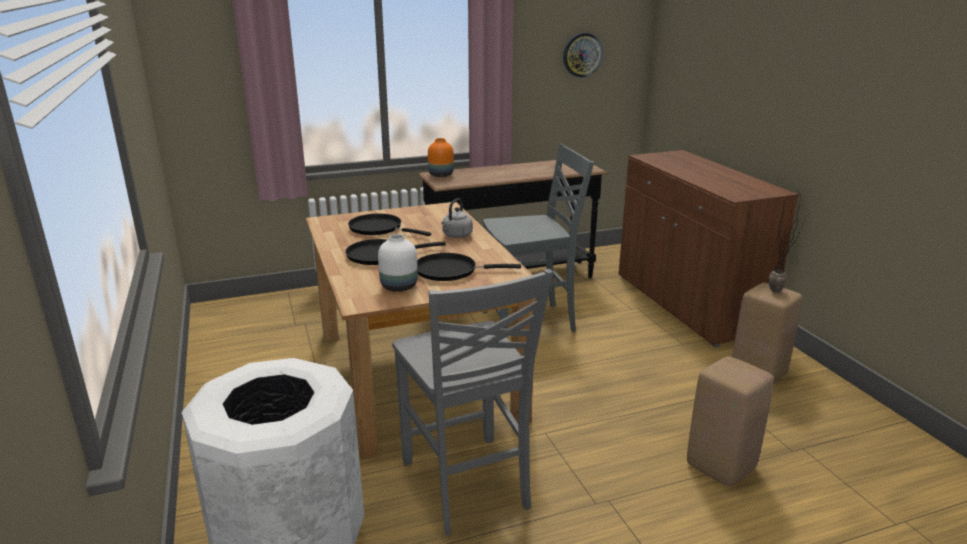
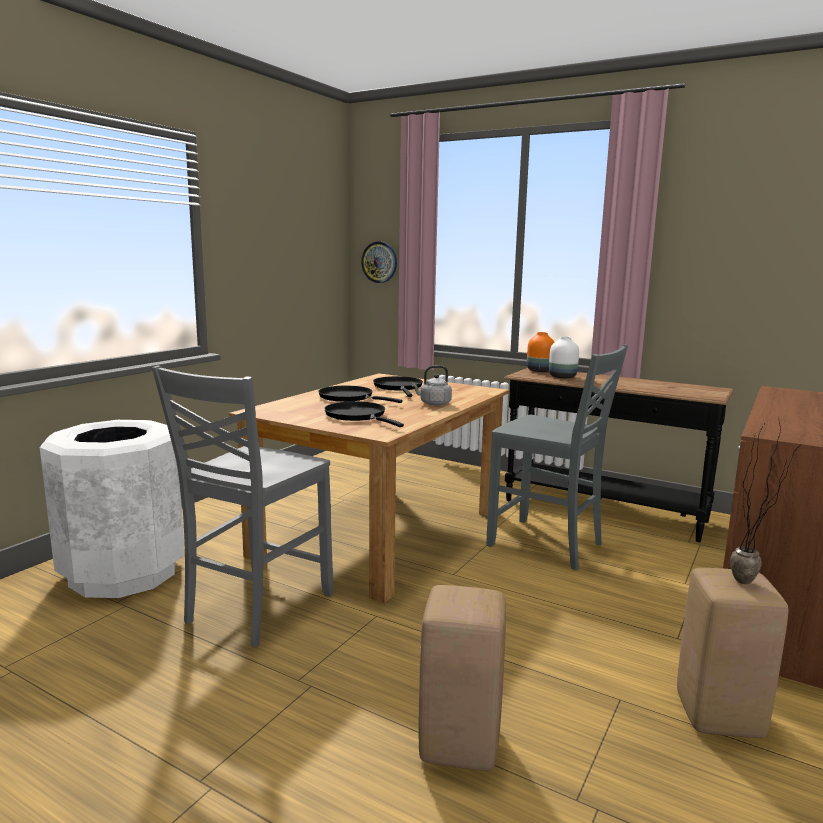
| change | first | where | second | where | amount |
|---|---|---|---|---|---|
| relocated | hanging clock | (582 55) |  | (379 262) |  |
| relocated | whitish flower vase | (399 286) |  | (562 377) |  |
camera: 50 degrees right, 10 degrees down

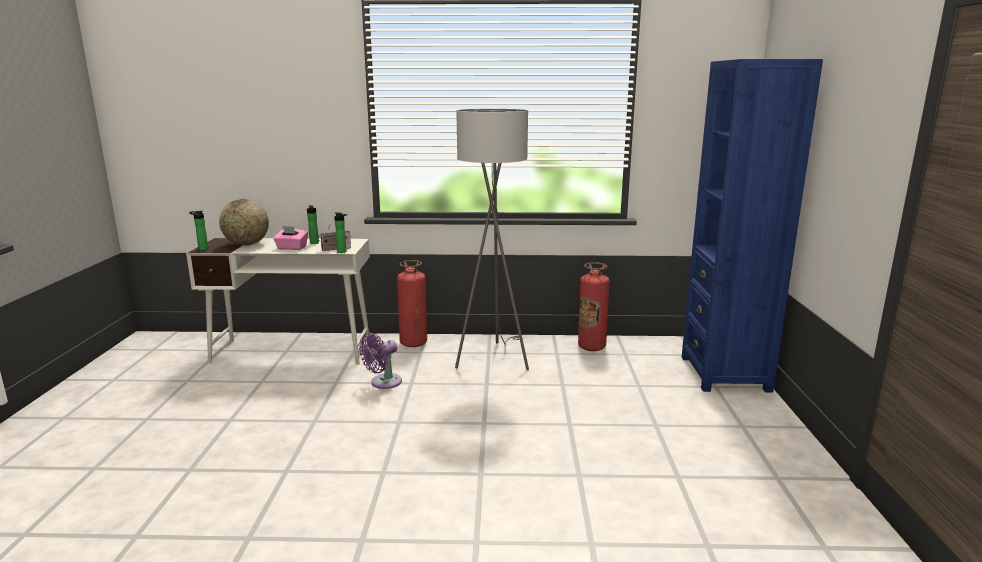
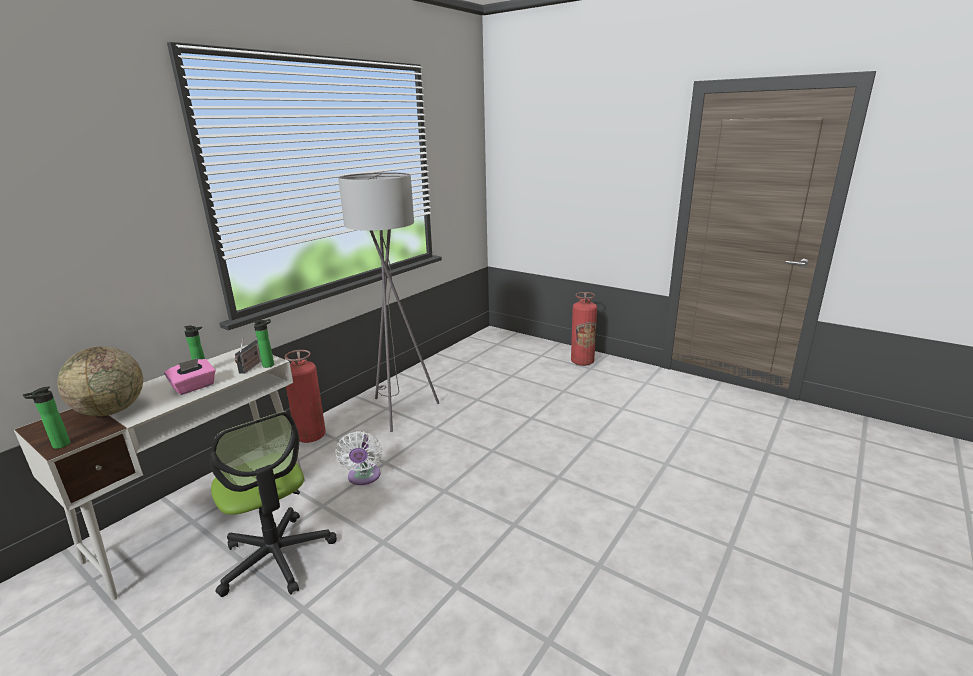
| change | first | where | second | where | amount |
|---|---|---|---|---|---|
| appeared |  |  | office chair | (276 557) |  |
| colour | purple electric fan | (383 383) | whitish electric fan | (364 477) |  |
| relocated | fire extinguisher | (591 347) |  | (582 362) |  |
| missing | bluish shelving unit | (724 373) |  |  |  |
camera: 55 degrees left, 5 degrees up

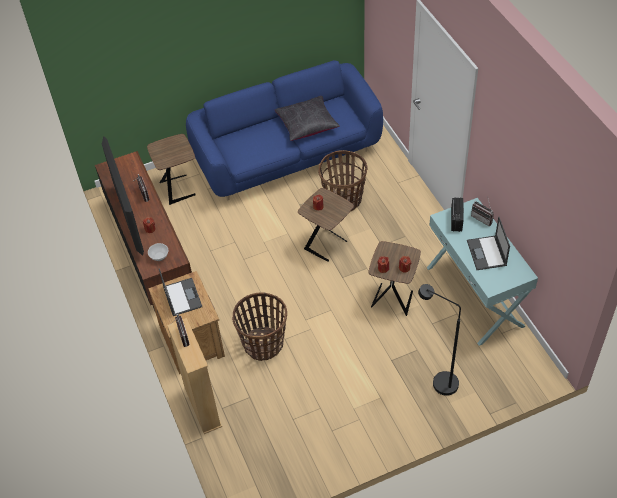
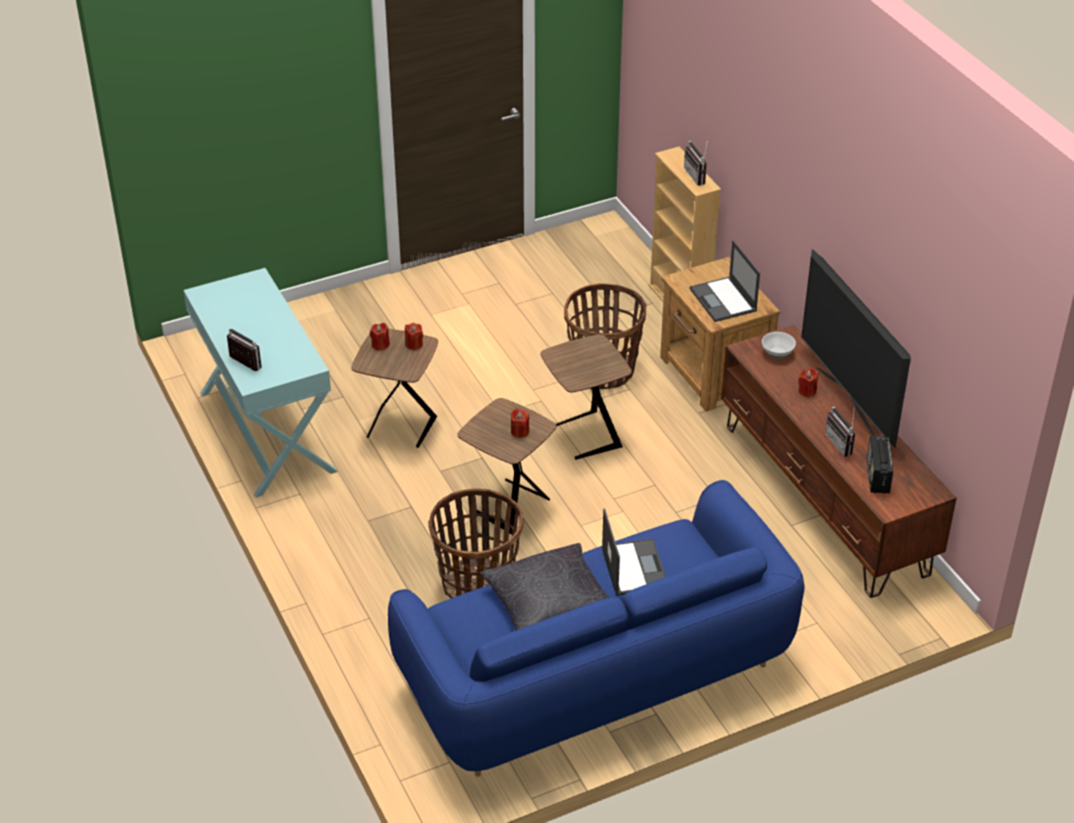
| change | first | where | second | where | amount |
|---|---|---|---|---|---|
| relocated | brownish end table | (178 188) |  | (584 437) |  |
| relocated | notebook computer | (487 253) |  | (634 567) |  |
| relocated | radio | (456 220) |  | (877 477) |  |
| missing | black standard lamp | (438 381) |  |  |  |
camera: 175 degrees right, 10 degrees down

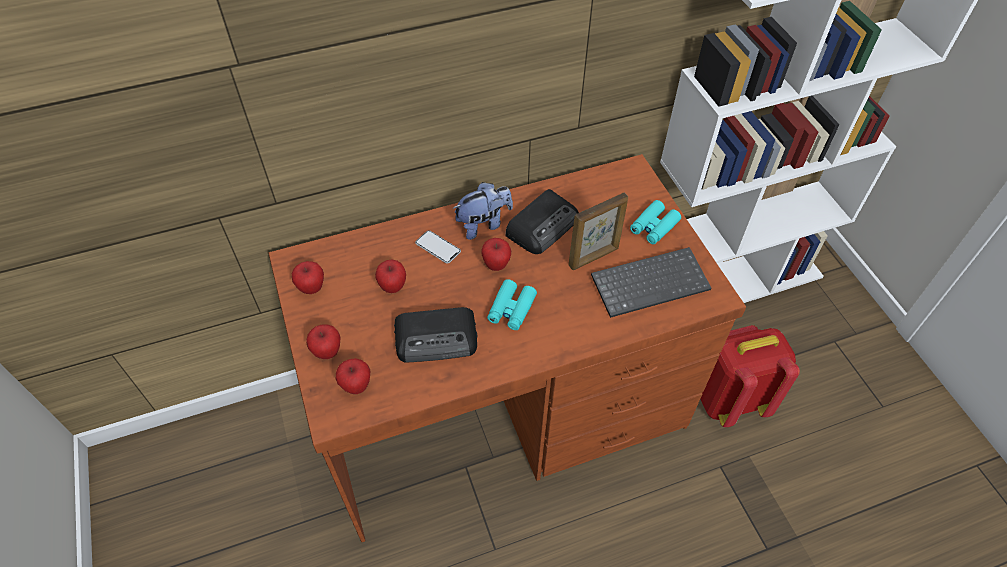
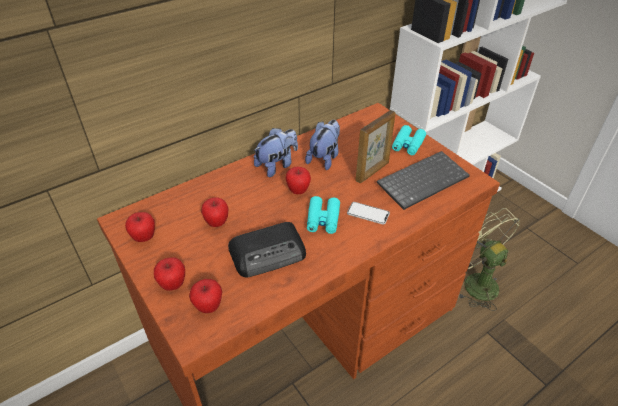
| change | first | where | second | where | amount |
|---|---|---|---|---|---|
| exchanged | radio | (543 225) | plush toy | (324 158) |  |
| relocated | handset | (438 247) |  | (368 213) |  |
| exchanged | red-coloured knapsack | (729 399) | green-coloured electric fan | (474 282) |  |
camera: 15 degrees left, 10 degrees down

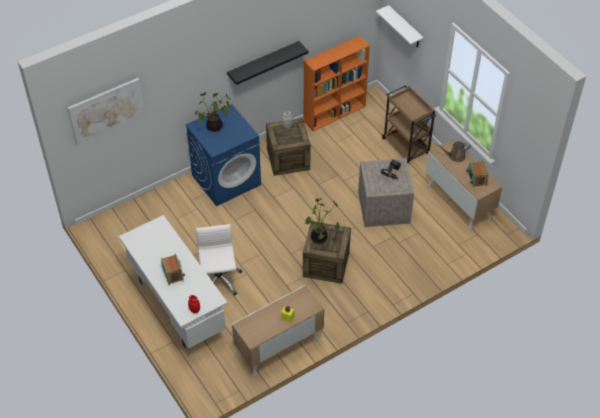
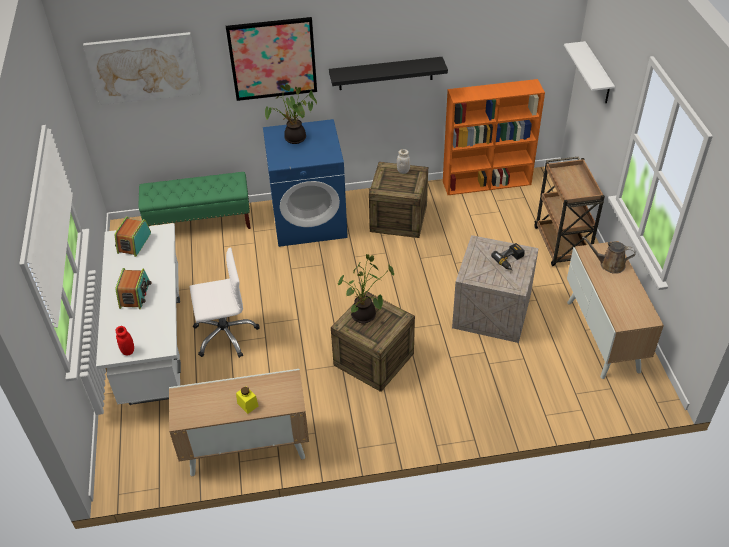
| change | first | where | second | where | amount |
|---|---|---|---|---|---|
| relocated | radio | (476 178) |  | (134 243) |  |
| appeared |  |  | green-coloured indoor bench | (200 223) |  |
| spun | whitish office chair | (218 280) |  | (225 334) | 60 degrees clockwise |
| appeared |  |  | picture | (272 59) |  |
camera: 25 degrees right, 5 degrees down

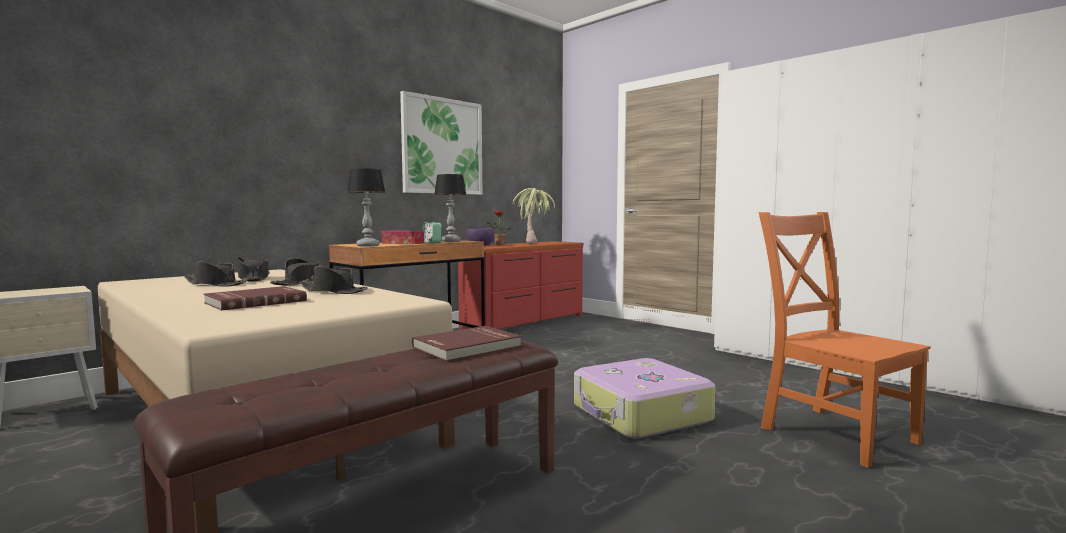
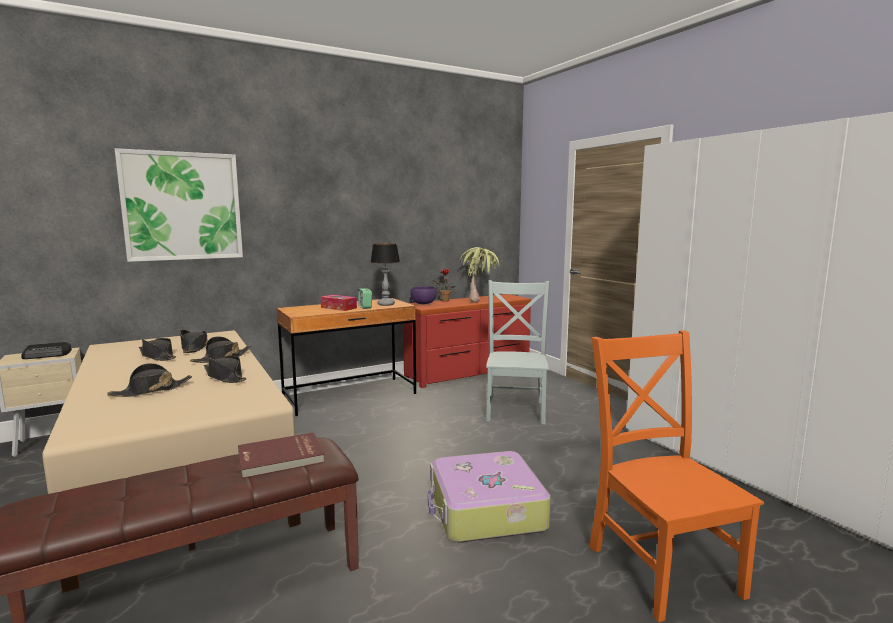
| change | first | where | second | where | amount |
|---|---|---|---|---|---|
| appeared |  |  | radio | (48 355) |  |
| exchanged | red-coloured book | (255 301) | black wearable hat | (151 390) |  |
| relocated | picture | (442 146) |  | (182 206) |  |
| appeared |  |  | grey plain chair | (516 409) |  |
| missing | table lamp | (367 245) |  |  |  |
camera: 15 degrees right, 5 degrees up

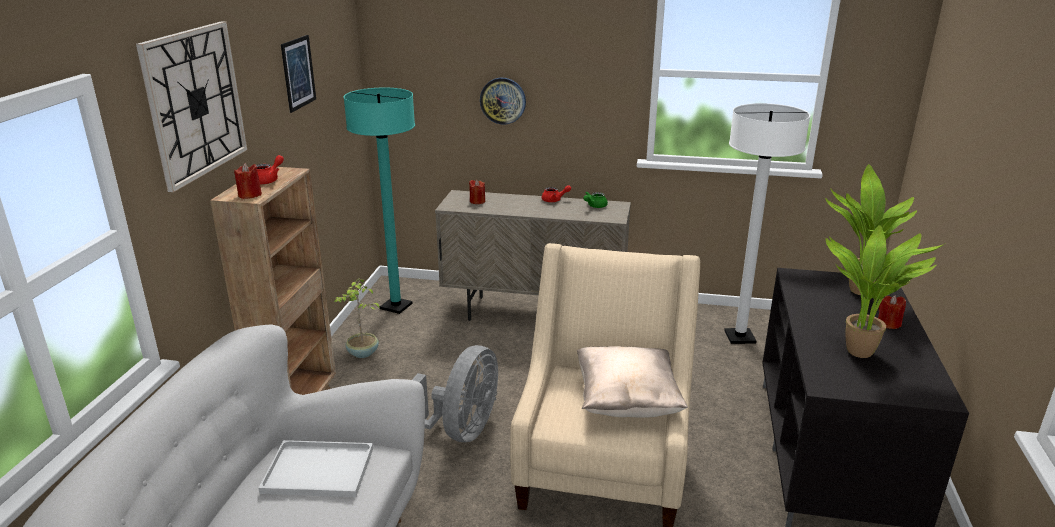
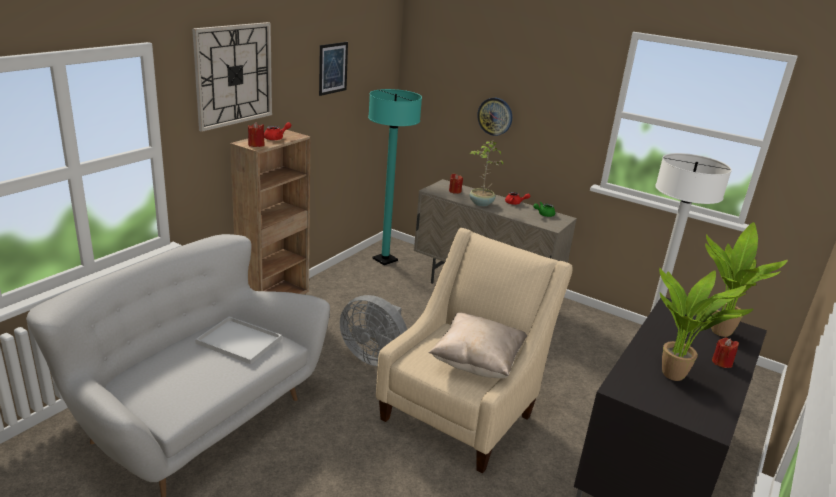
| change | first | where | second | where | amount |
|---|---|---|---|---|---|
| spun | grey electric fan | (460 431) |  | (374 356) | 75 degrees clockwise |
| relocated | houseplant | (362 353) |  | (481 204) |  |
camera: 20 degrees right, 0 degrees up

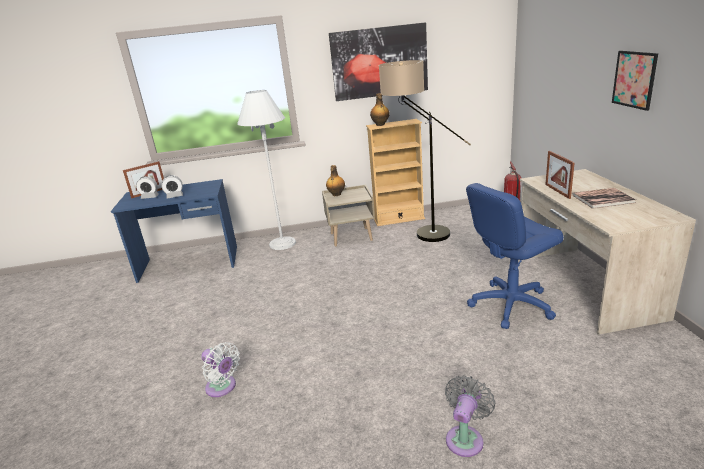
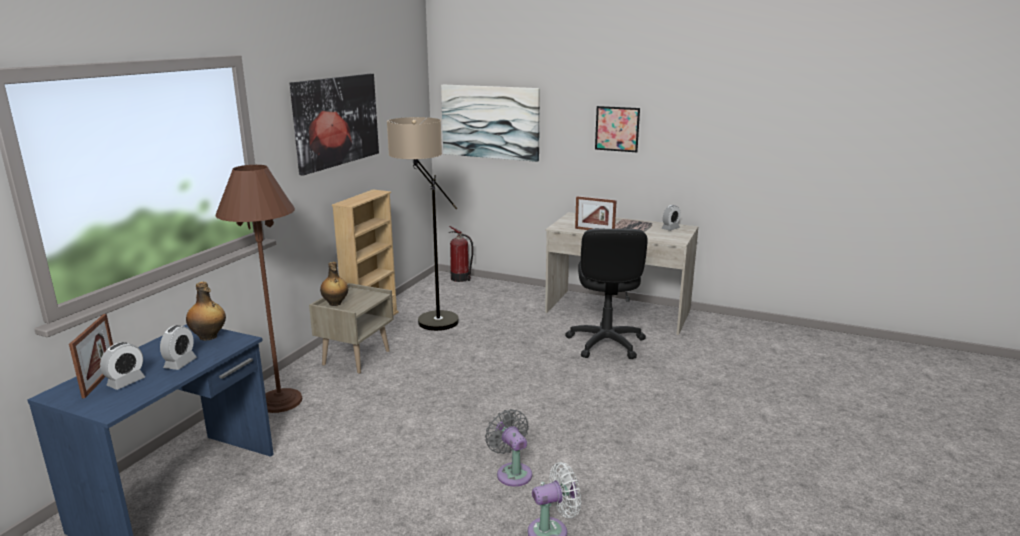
| change | first | where | second | where | amount |
|---|---|---|---|---|---|
| relocated | bottle | (380 125) |  | (209 337) |  |
| colour | whitish standard lamp | (282 243) | brownish standard lamp | (280 401) |  |
| appeared |  |  | picture | (490 122) |  |
| relocated | grey electric fan | (466 438) |  | (512 472) |  |
| colour | bluish office chair | (510 305) | black office chair | (605 343) |  |
| appeared |  |  | alarm clock | (670 228) |  |
camera: 60 degrees left, 5 degrees down

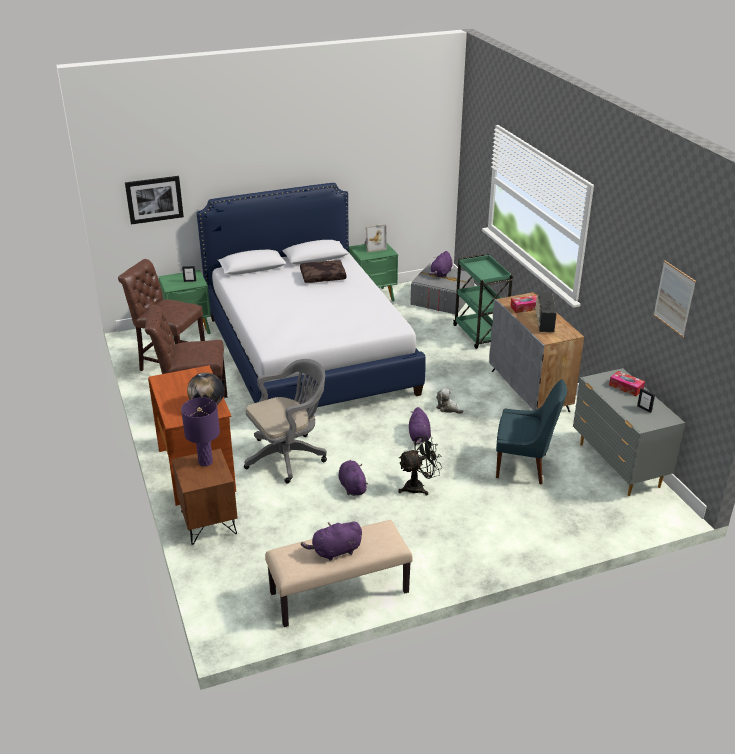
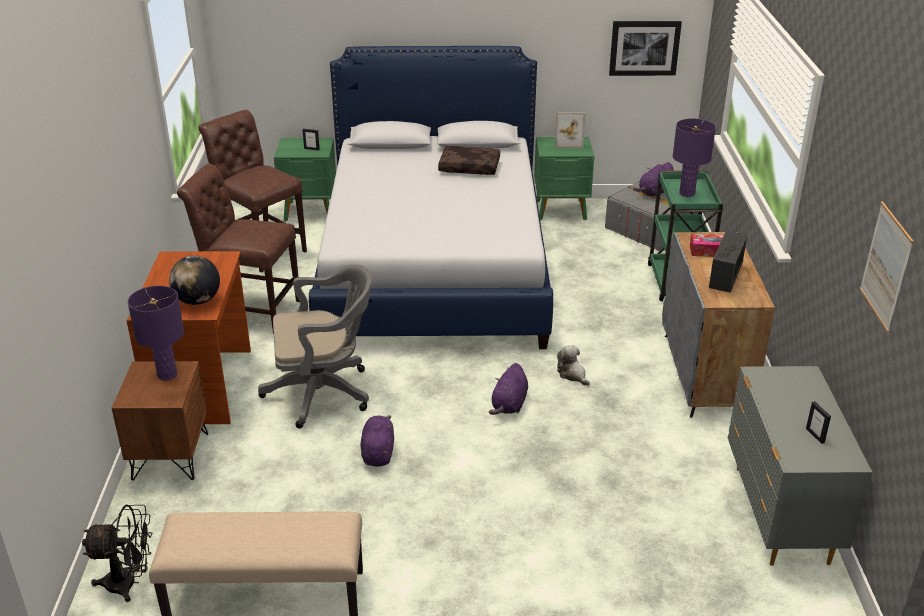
| change | first | where | second | where | amount |
|---|---|---|---|---|---|
| relocated | black electric fan | (419 487) |  | (129 583) |  |
| relocated | picture | (154 199) |  | (644 48) |  |
| appeared |  |  | purple table lamp | (686 193) |  |
| missing | purple plush toy | (335 551) |  |  |  |
| missing | bluish plain chair | (524 466) |  |  |  |
| missing | box of tissues | (626 387) |  |  |  |
camera: 20 degrees right, 0 degrees up

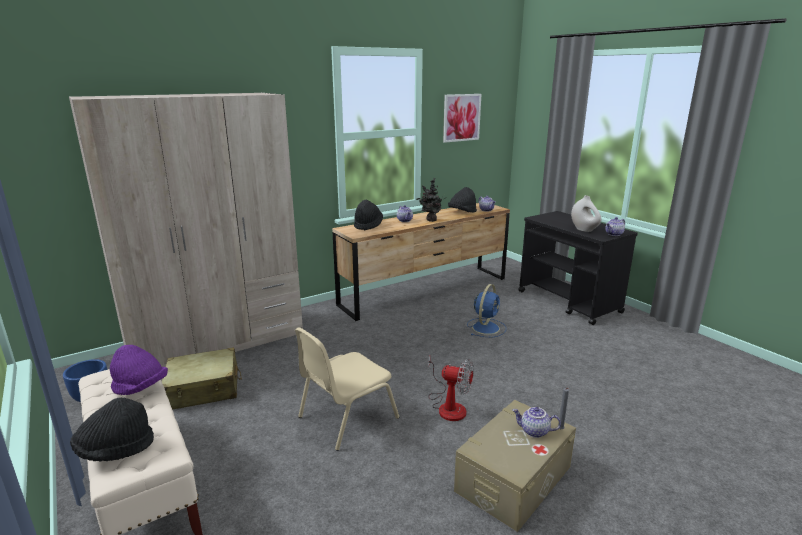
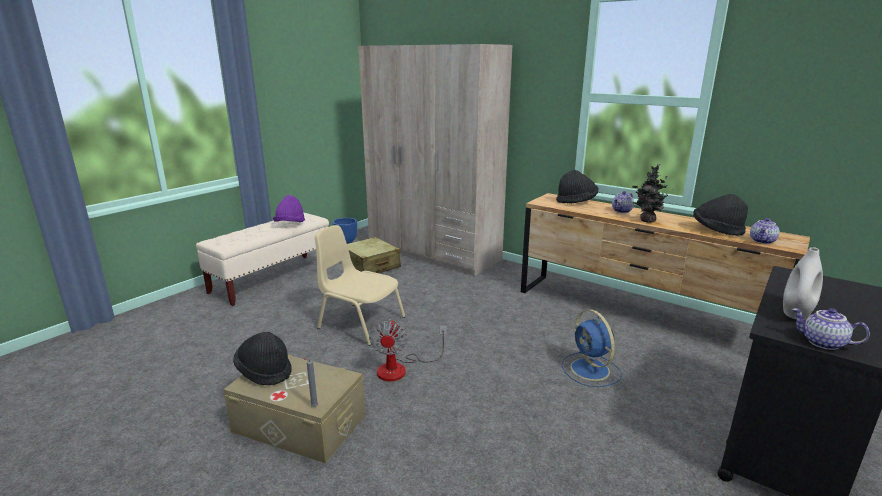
| change | first | where | second | where | amount |
|---|---|---|---|---|---|
| relocated | black wearable hat | (116 450) |  | (265 371) |  |
| spun | bluish electric fan | (486 327) |  | (591 370) | 60 degrees clockwise |
| missing | picture | (461 117) |  |  |  |
| missing | teapot | (534 432) |  |  |  |
camera: 70 degrees right, 0 degrees up

